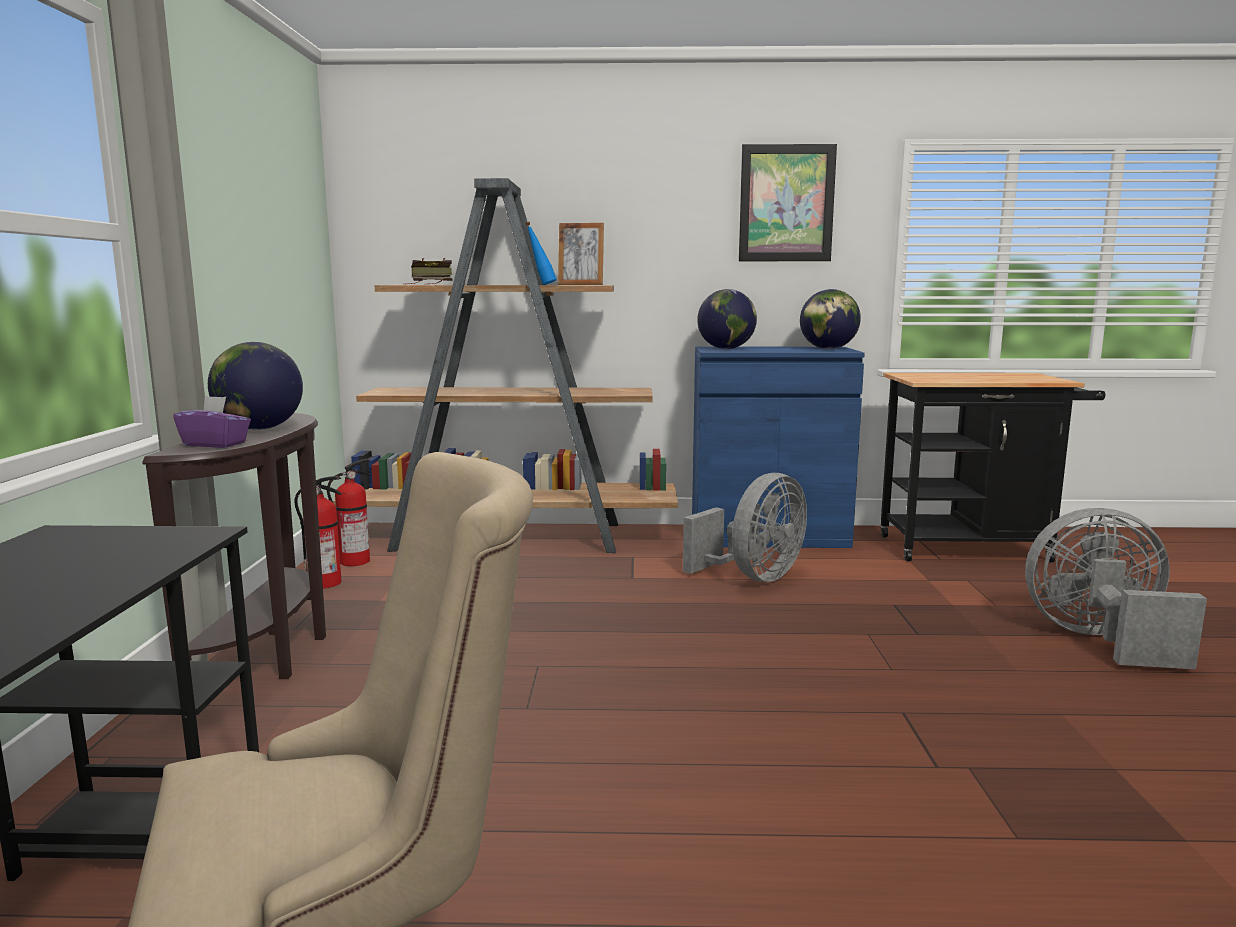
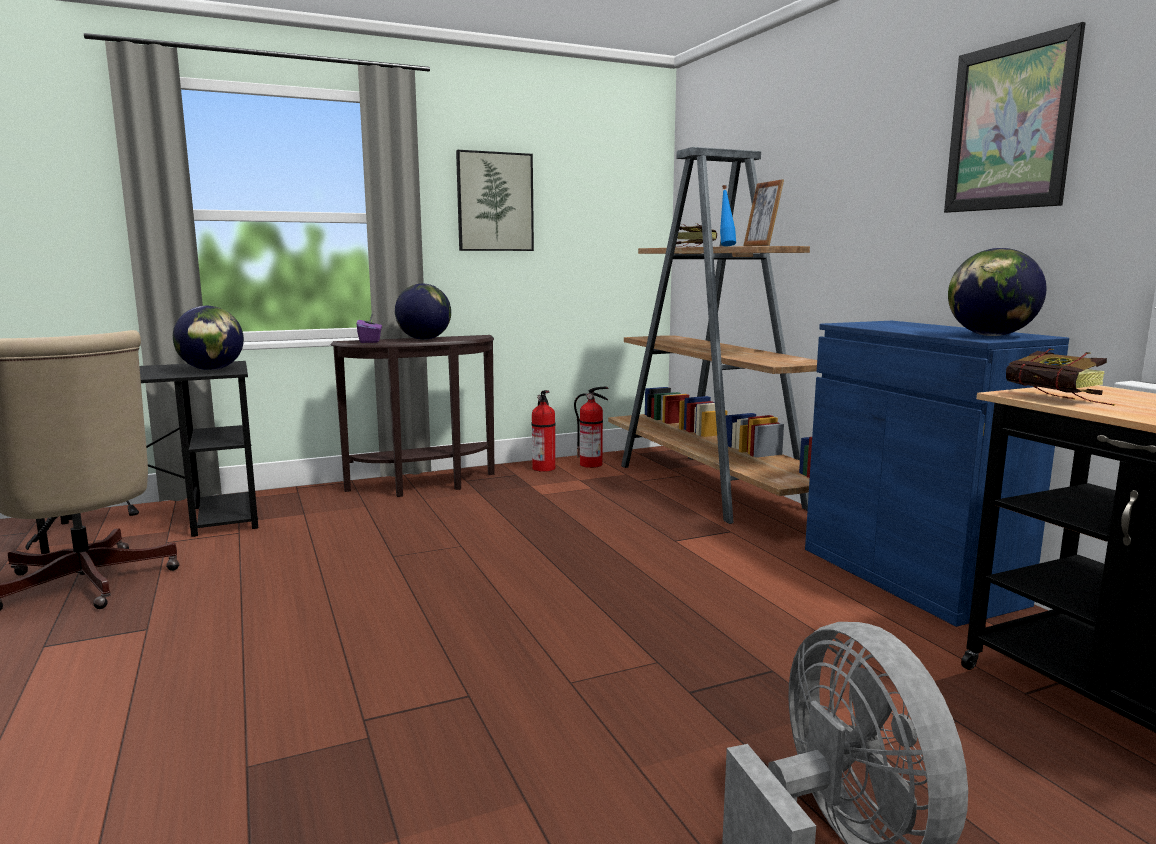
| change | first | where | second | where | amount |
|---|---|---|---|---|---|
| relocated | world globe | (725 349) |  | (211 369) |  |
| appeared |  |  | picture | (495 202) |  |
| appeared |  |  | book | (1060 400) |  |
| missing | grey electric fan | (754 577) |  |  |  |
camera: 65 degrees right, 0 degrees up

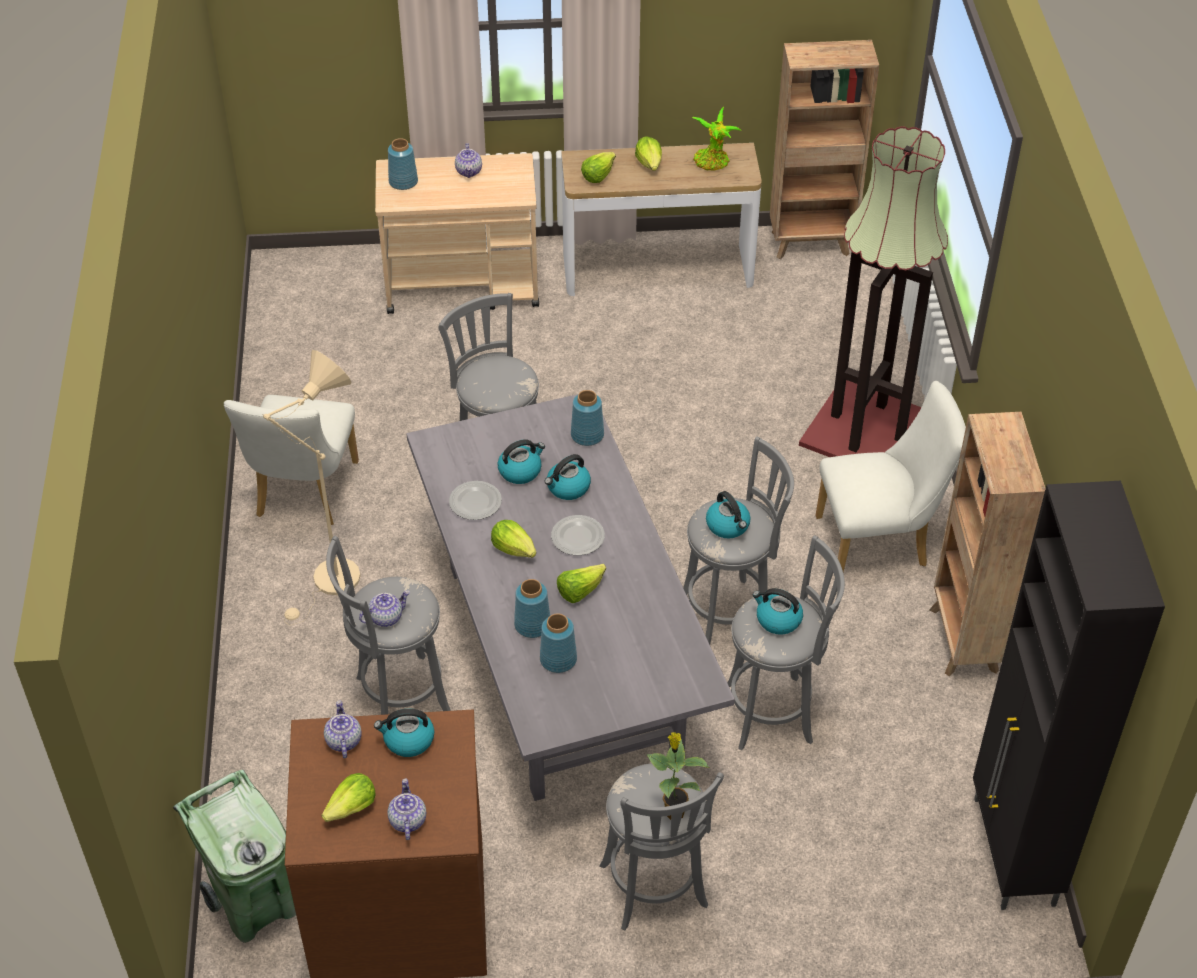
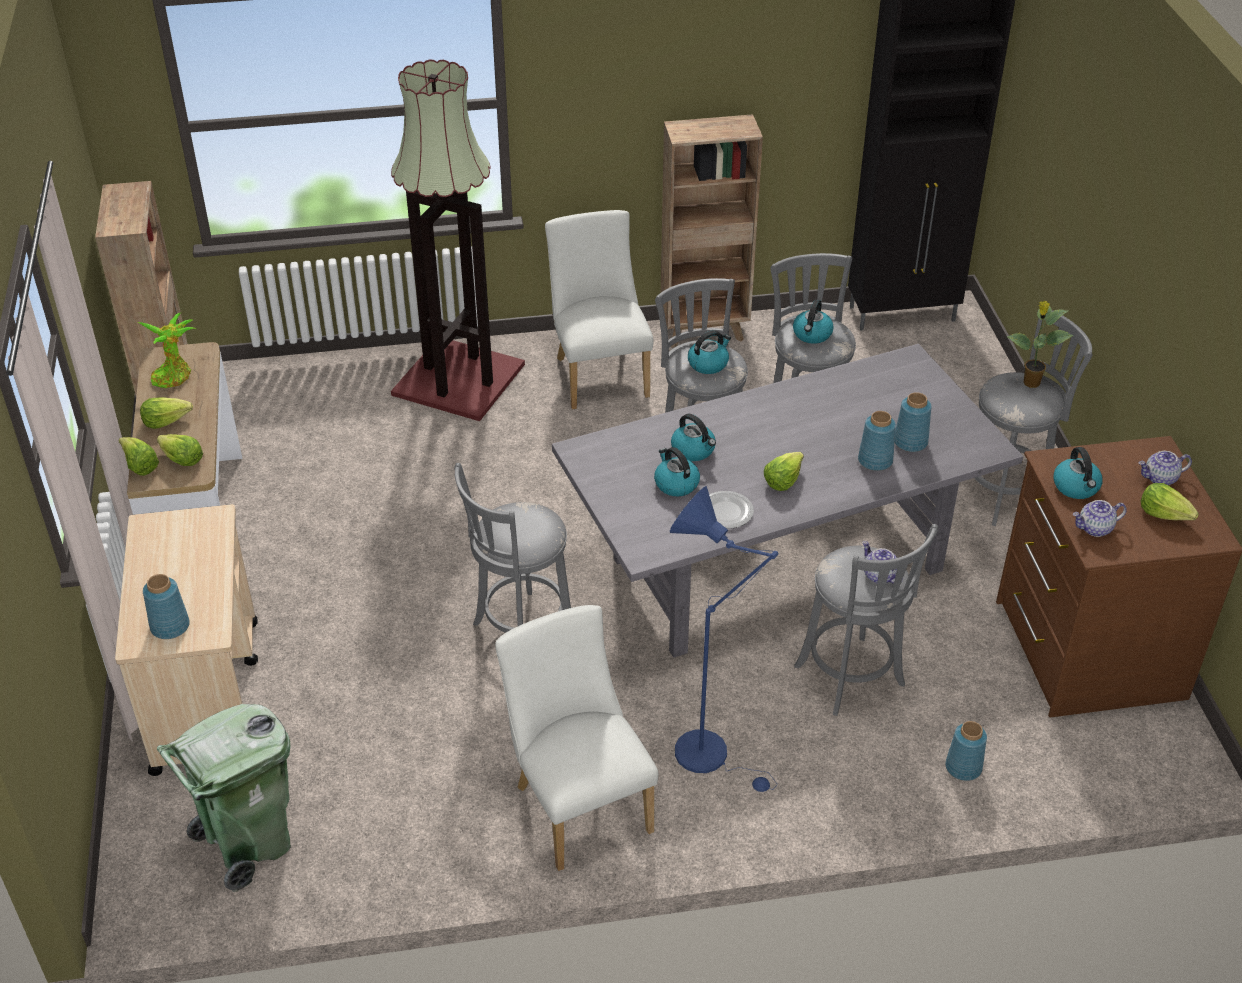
| change | first | where | second | where | amount |
|---|---|---|---|---|---|
| relocated | head of lettuce | (580 591) |  | (140 466) |  |
| relocated | green-coloured rubbish bin | (256 906) |  | (248 844) |  |
| spun | whitish plain chair | (303 495) |  | (578 802) | 120 degrees counterclockwise |
| colour | beige-coloured standard lamp | (331 584) | bluish standard lamp | (711 755) |  |
| relocated | bluish flower vase | (587 435) |  | (962 767) |  |
| missing | teapot | (469 171) |  |  |  |
| missing | plate | (578 536) |  |  |  |
camera: 95 degrees left, 5 degrees down

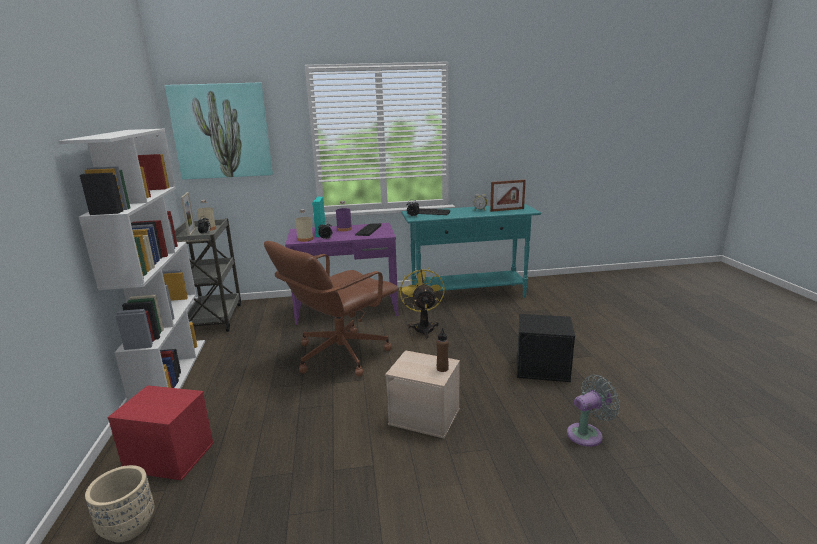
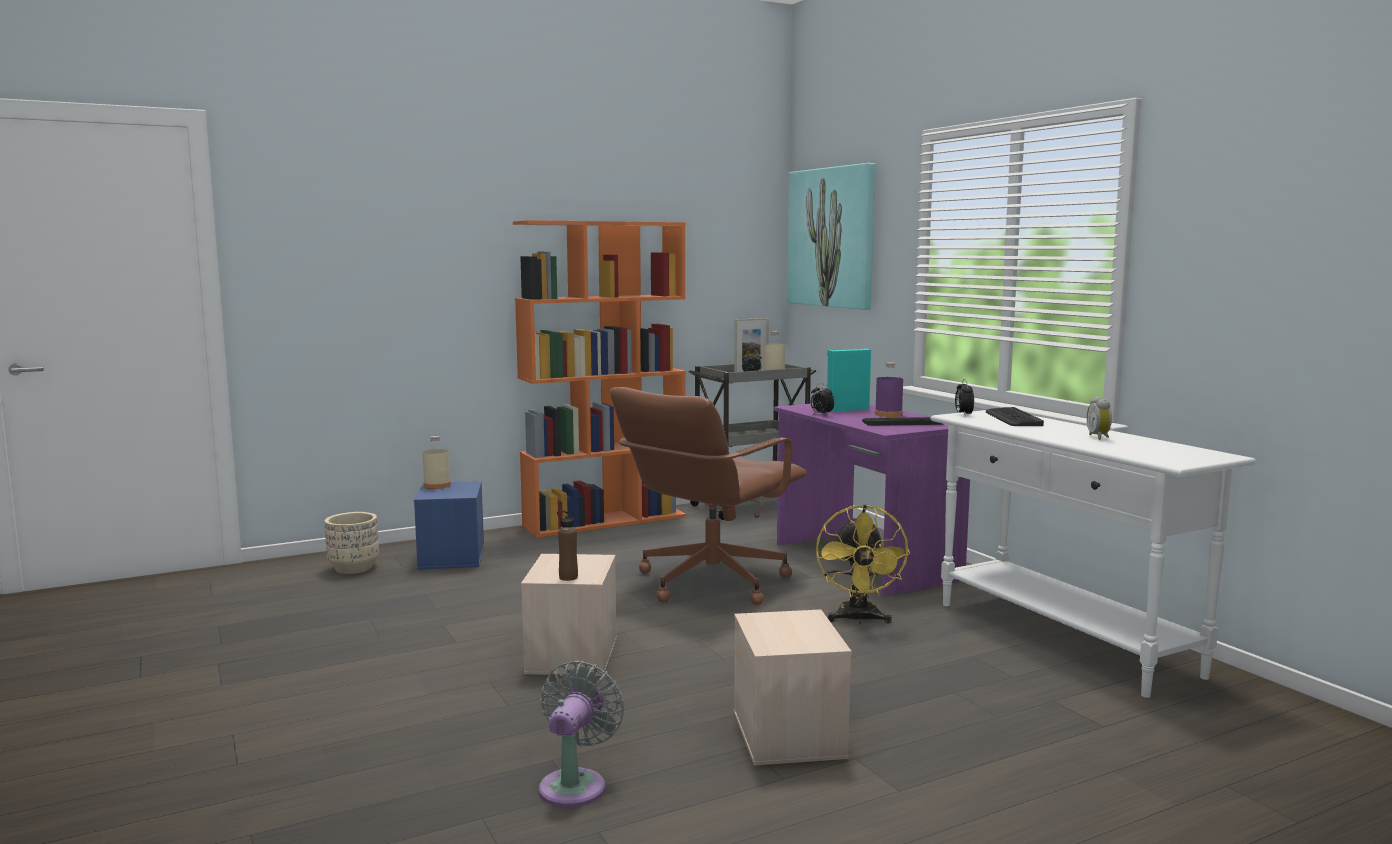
| change | first | where | second | where | amount |
|---|---|---|---|---|---|
| colour | red-coloured storage container | (168 457) | bluish storage container | (451 557) |  |
| relocated | beige-coloured bottle | (305 239) |  | (437 485) |  |
| colour | whitish shelving unit | (171 372) | orange shelving unit | (605 521) |  |
| spun | grey electric fan | (587 434) |  | (575 785) | 120 degrees counterclockwise |
| spun | brownish office chair | (340 354) |  | (709 582) | 75 degrees counterclockwise |
| colour | black storage container | (543 368) | beige-coloured storage container | (790 735) |  |
| spun | yellowish electric fan | (423 327) |  | (859 619) | 120 degrees clockwise |
| colour | turquoise-coloured narrow table | (468 295) | whitish narrow table | (1063 639) |  |
| missing | picture frame | (507 210) |  |  |  |
camera: 70 degrees right, 10 degrees down

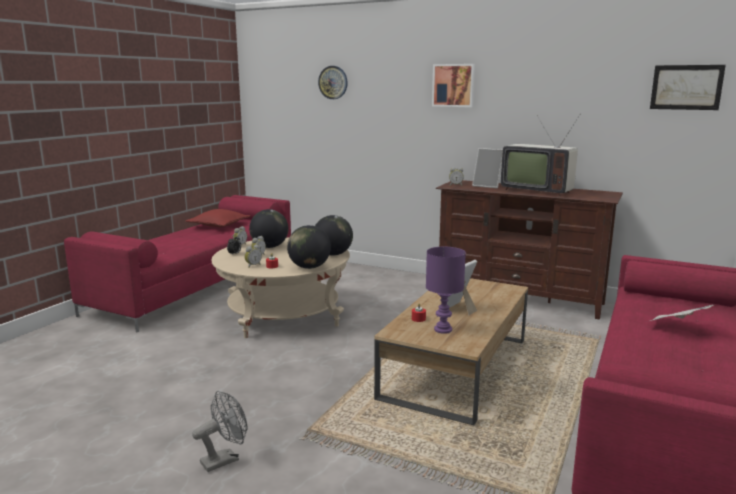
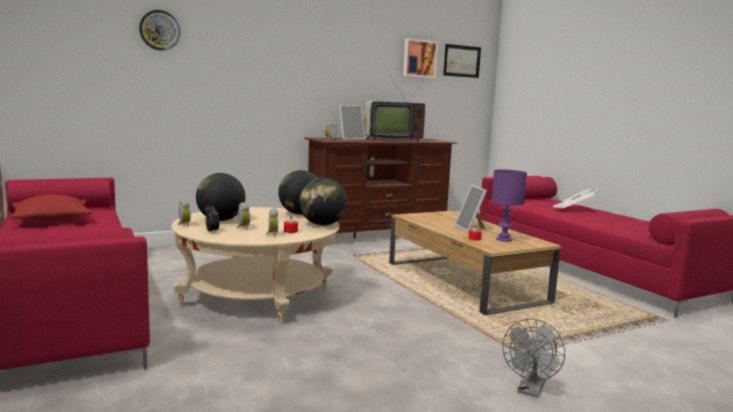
| change | first | where | second | where | amount |
|---|---|---|---|---|---|
| relocated | picture | (453 85) |  | (419 58) |  |
| spun | grey electric fan | (225 459) |  | (530 391) | 150 degrees counterclockwise |
camera: 55 degrees left, 5 degrees down

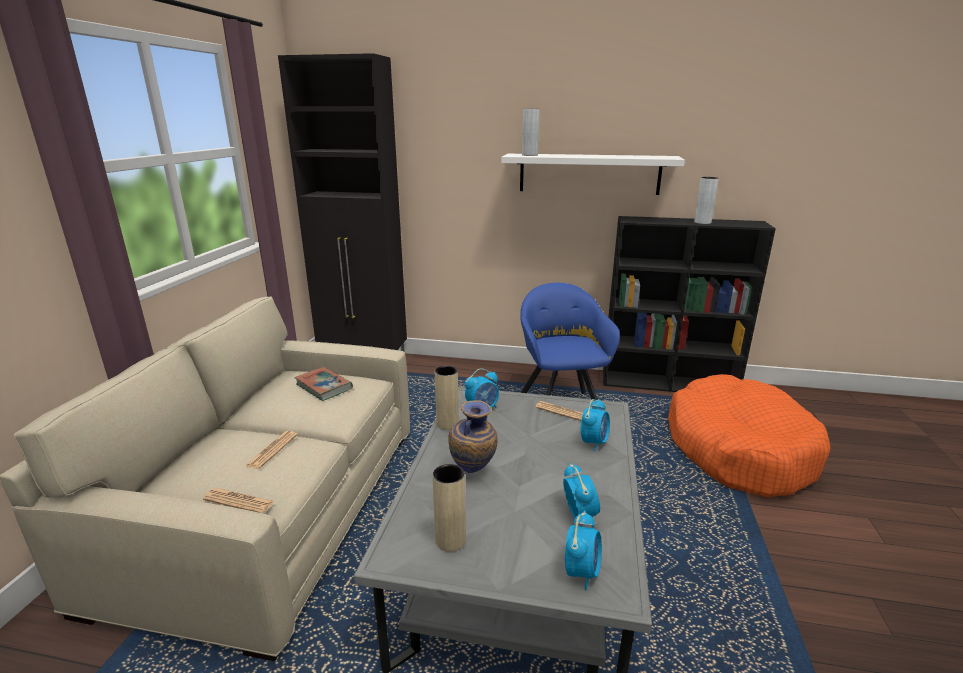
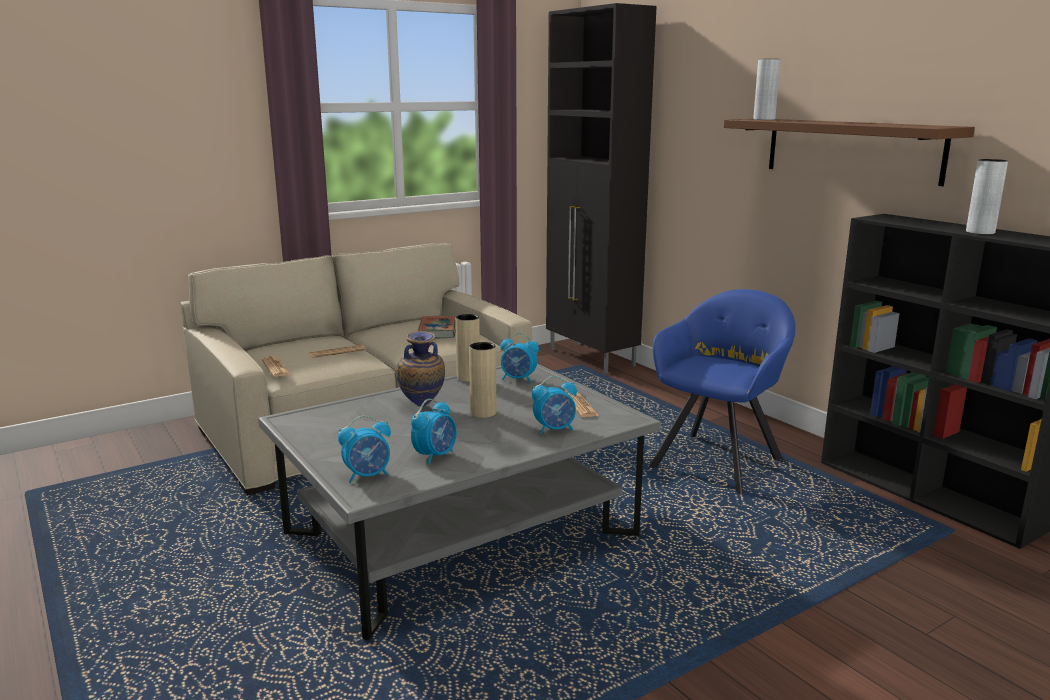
| change | first | where | second | where | amount |
|---|---|---|---|---|---|
| relocated | beige-coloured flower vase | (450 540) |  | (483 413) |  |
| colour | whitish bracket shelf | (589 174) | brownish bracket shelf | (851 149) |  |
| missing | orange dog bed | (738 449) |  |  |  |
camera: 45 degrees right, 5 degrees down

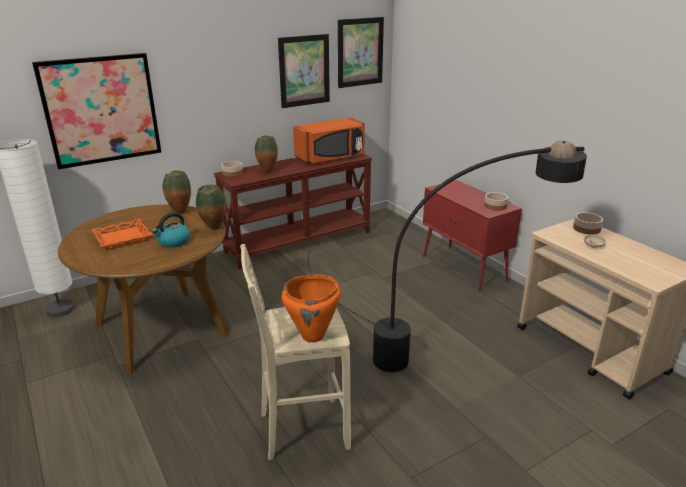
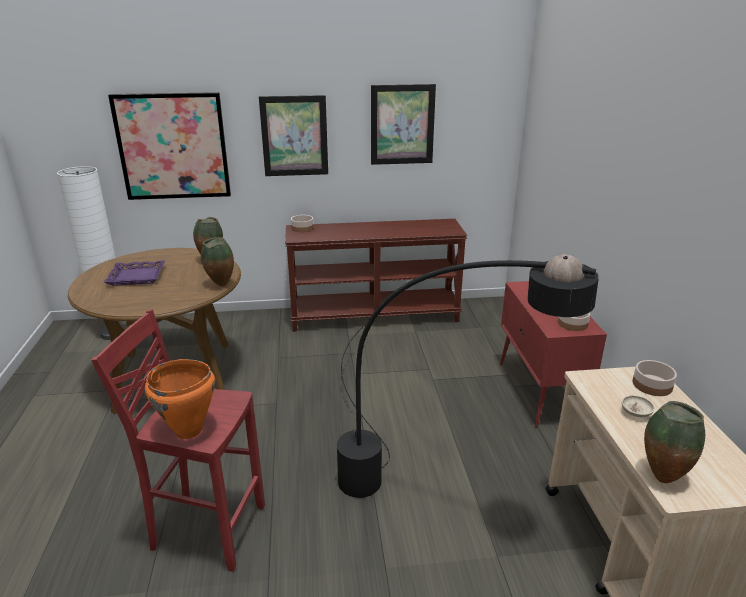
| change | first | where | second | where | amount |
|---|---|---|---|---|---|
| colour | beige-coloured stool seat | (301 429) | red-coloured stool seat | (206 528) |  |
| colour | orange carrying tray | (123 237) | purple carrying tray | (137 276) |  |
| relocated | picture | (360 52) |  | (294 136) |  |
| relocated | flower vase | (267 171) |  | (661 476) |  |
| missing | water kettle | (173 242) |  |  |  |
| missing | orange kitchen microwave | (331 157) |  |  |  |
camera: 25 degrees right, 0 degrees up

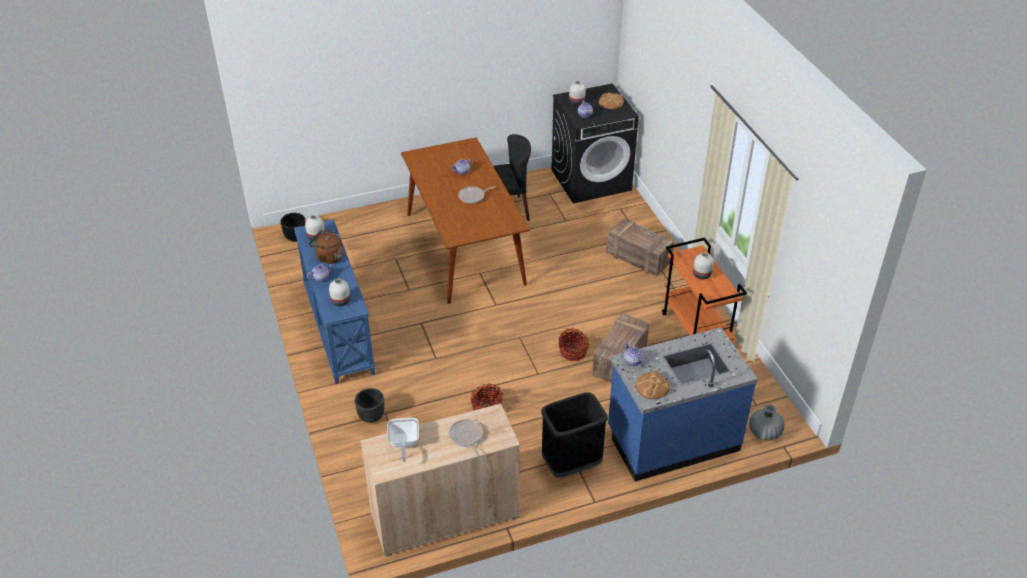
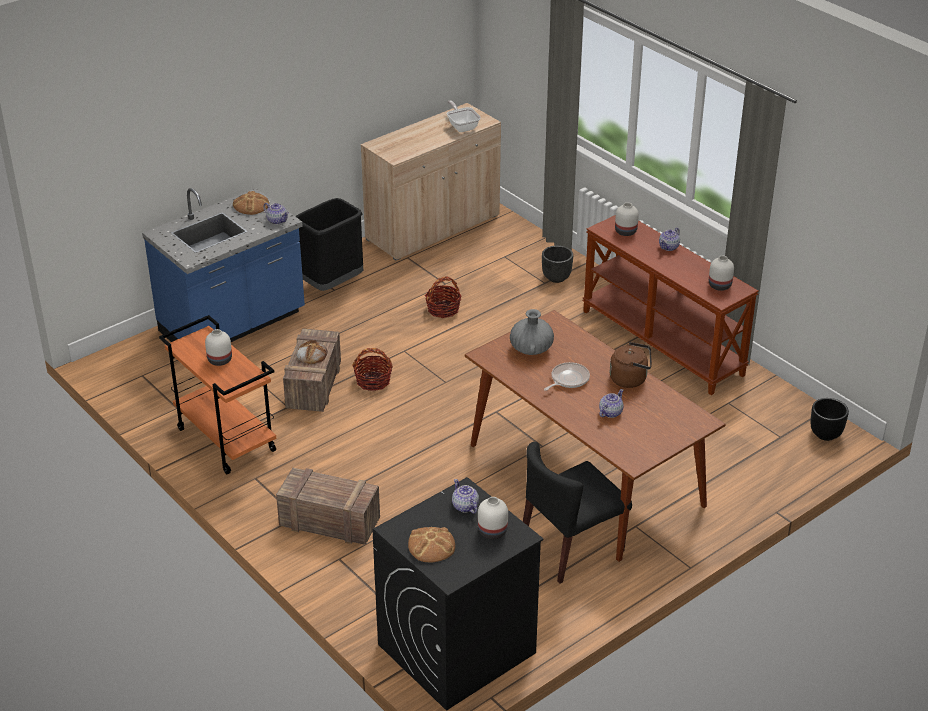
| change | first | where | second | where | amount |
|---|---|---|---|---|---|
| appeared |  |  | baked bread | (311 354) |  |
| relocated | grey flower vase | (764 432) |  | (531 349) |  |
| colour | bluish narrow table | (337 329) | brownish narrow table | (663 342) |  |
| relocated | brownish water kettle | (328 257) |  | (630 379) |  |
| missing | skillet | (466 437) |  |  |  |
camera: 160 degrees right, 5 degrees down

